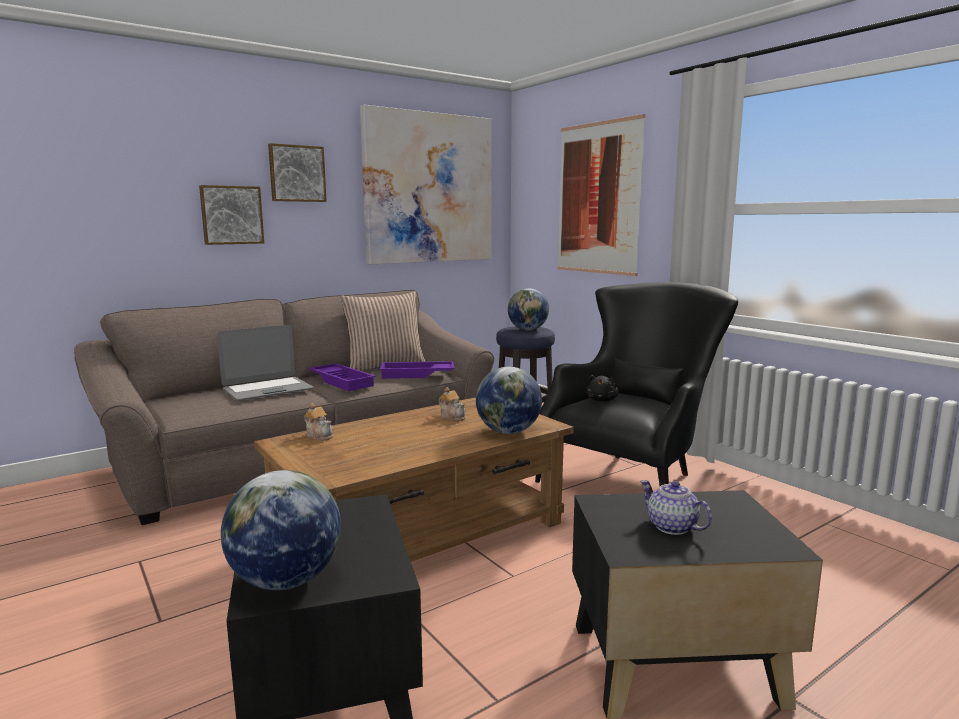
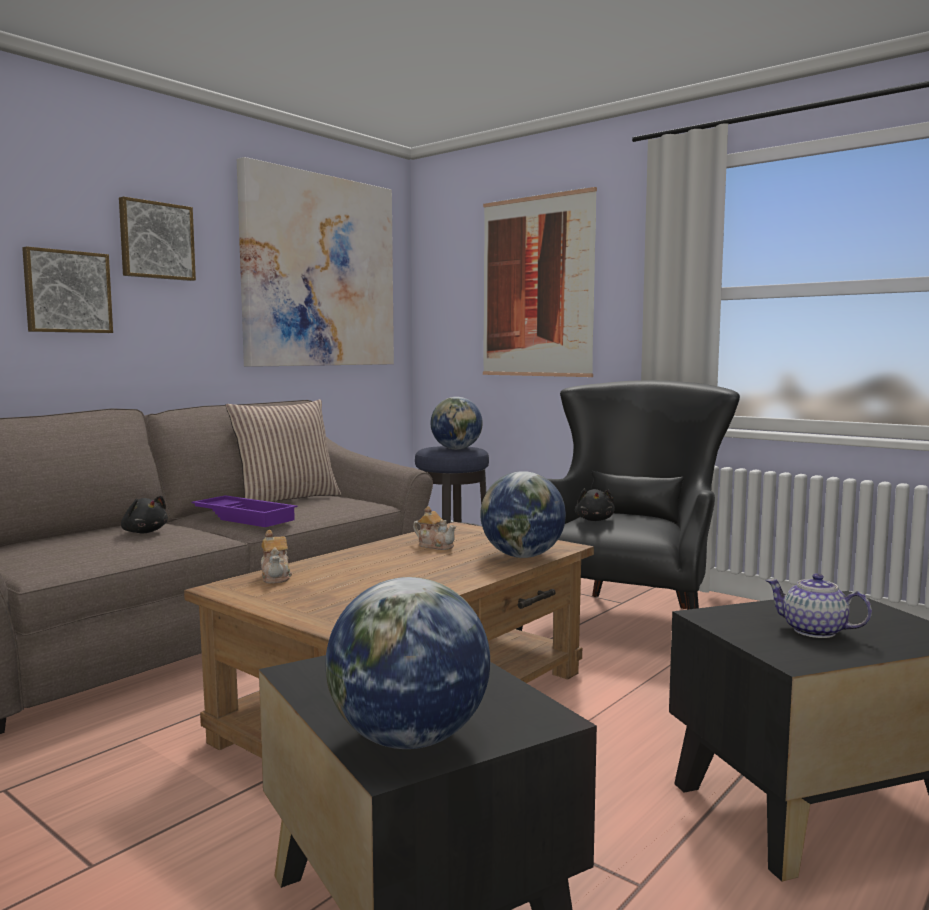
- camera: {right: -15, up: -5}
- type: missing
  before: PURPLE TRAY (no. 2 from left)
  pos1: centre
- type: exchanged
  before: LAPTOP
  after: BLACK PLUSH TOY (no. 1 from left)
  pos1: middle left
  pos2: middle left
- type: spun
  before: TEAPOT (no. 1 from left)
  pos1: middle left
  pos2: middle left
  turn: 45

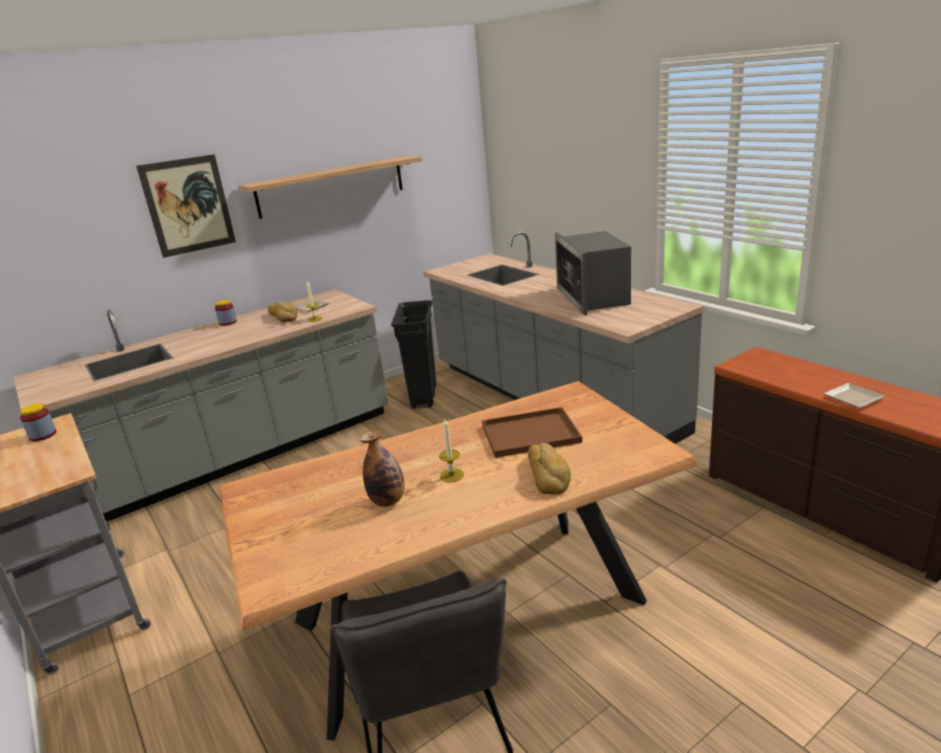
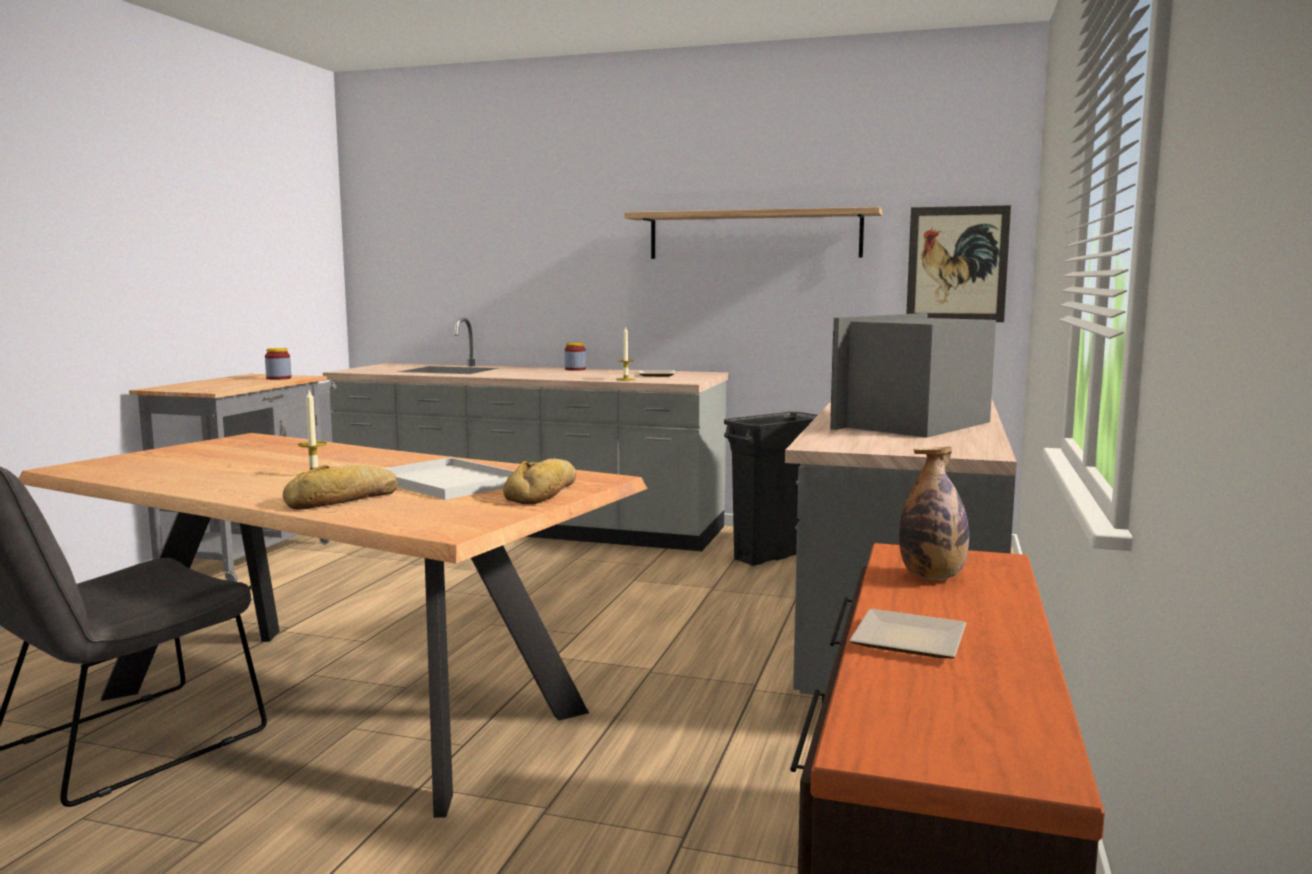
- camera: {right: 50, up: -15}
- type: relocated
  before: PICTURE
  pos1: top left
  pos2: top right
- type: relocated
  before: BREAD (no. 1 from left in the first image)
  after: BREAD (no. 2 from left)
  pos1: middle left
  pos2: centre
- type: relocated
  before: BOTTLE
  pos1: centre
  pos2: middle right
- type: colour
  before: BROWN TRAY
  after: WHITE TRAY
  pos1: centre
  pos2: centre

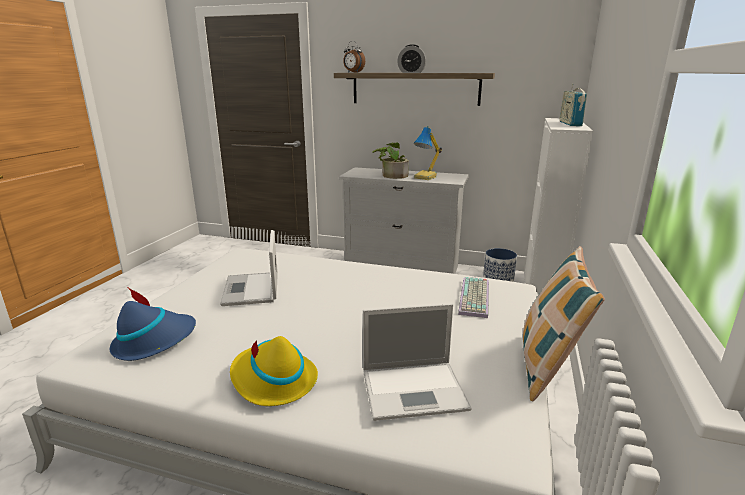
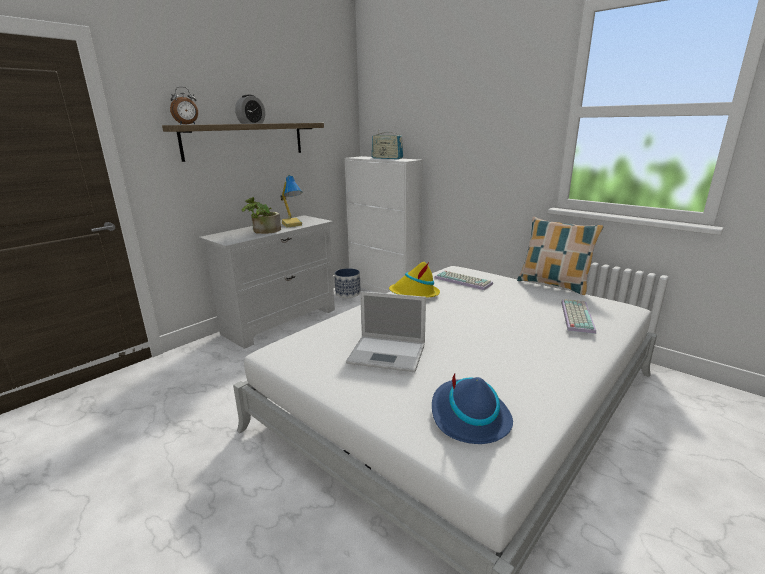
- camera: {right: -65, up: 0}
- type: relocated
  before: YELLOW HAT
  pos1: bottom centre
  pos2: centre
- type: exchanged
  before: LAPTOP (no. 2 from left)
  after: KEYBOARD (no. 2 from left)
  pos1: bottom centre
  pos2: middle right

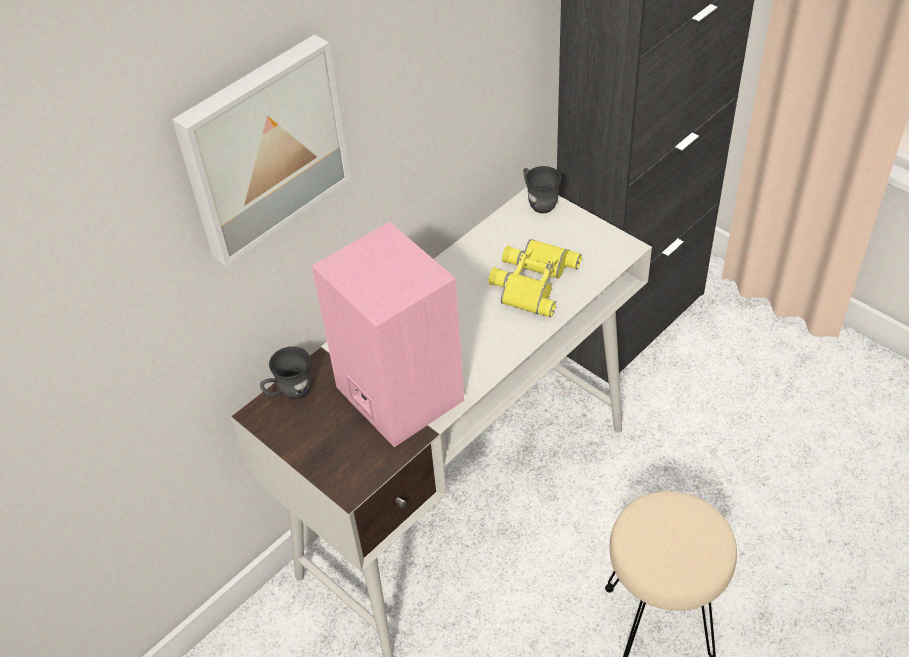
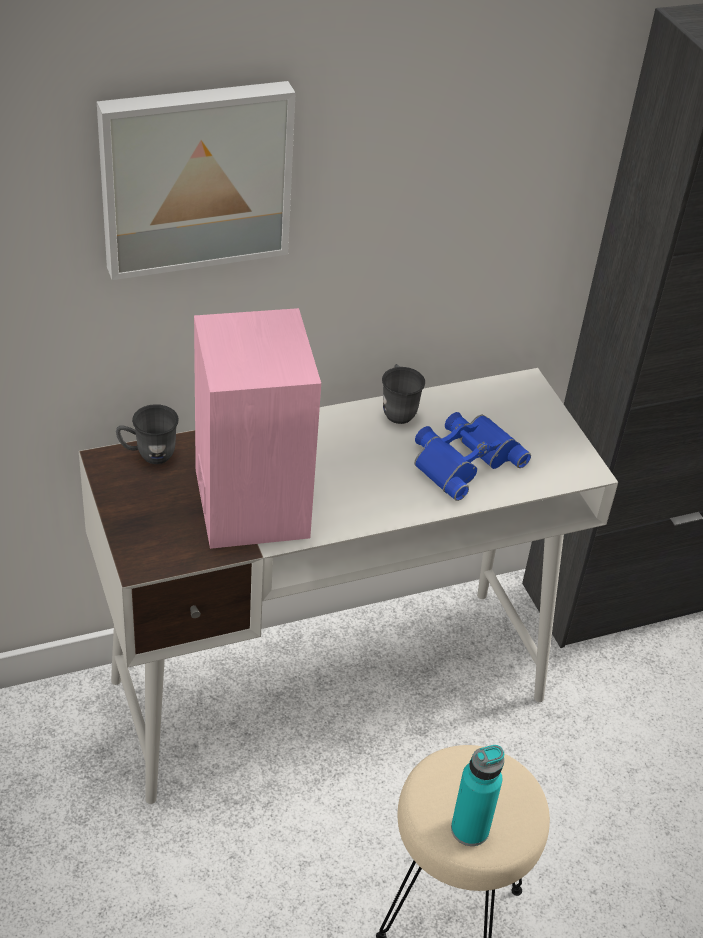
- camera: {right: 20, up: -5}
- type: appeared
  after: TURQUOISE BOTTLE
  pos2: bottom right
- type: relocated
  before: GREY MUG (no. 2 from left)
  pos1: top centre
  pos2: centre
- type: colour
  before: YELLOW BINOCULARS
  after: BLUE BINOCULARS
  pos1: centre
  pos2: middle right

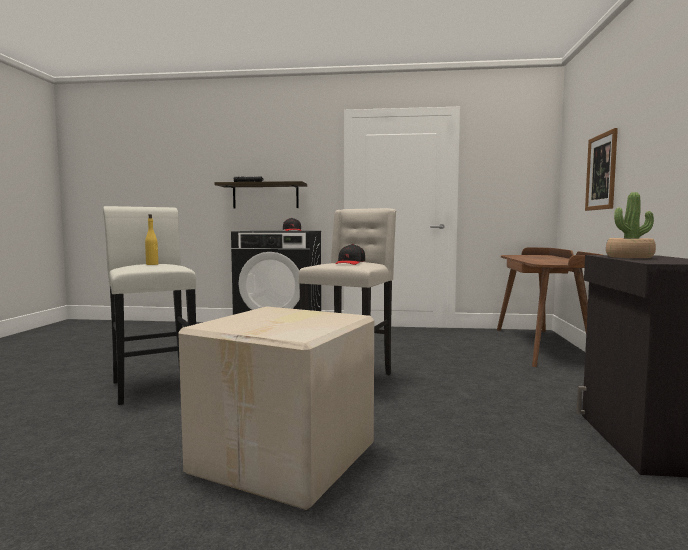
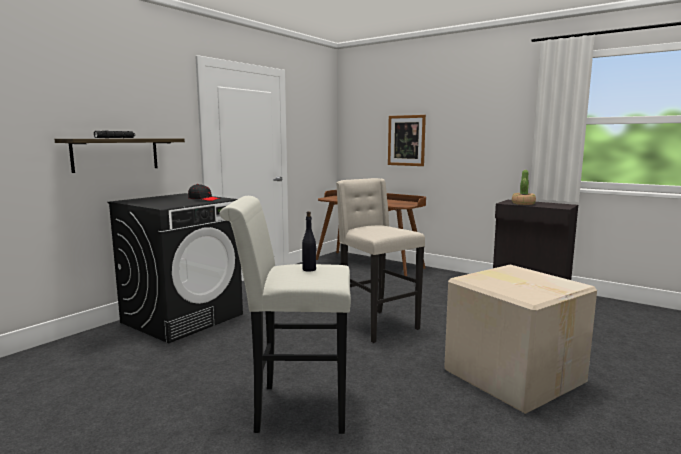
- camera: {right: -60, up: 5}
- type: missing
  before: BLACK CAP (no. 2 from left)
  pos1: centre
- type: colour
  before: YELLOW BOTTLE
  after: BLACK BOTTLE
  pos1: middle left
  pos2: centre

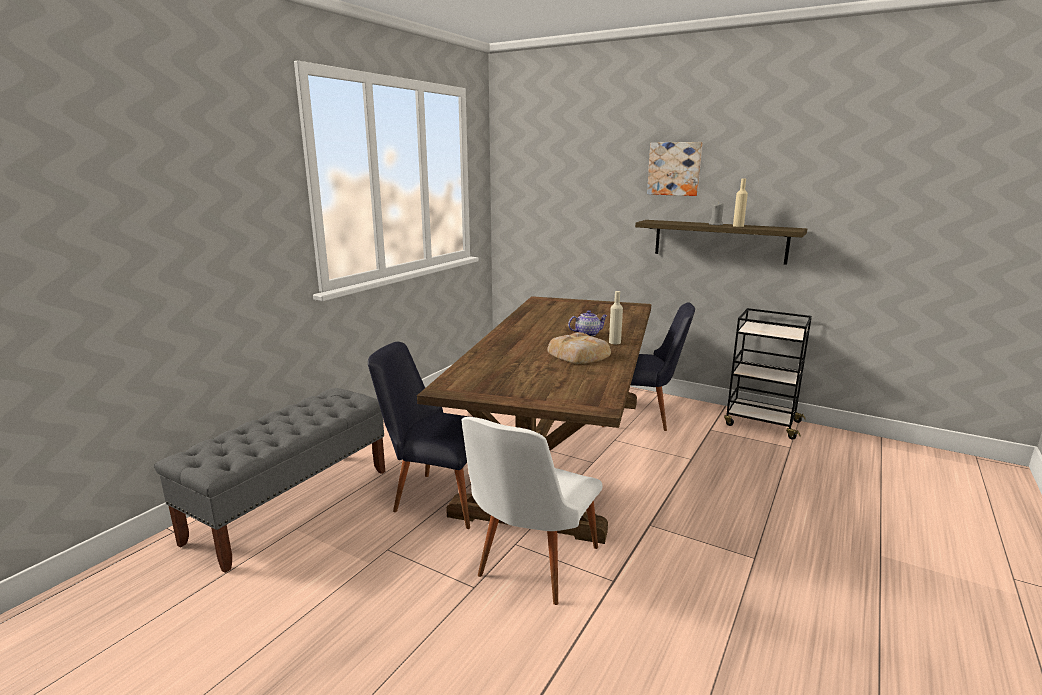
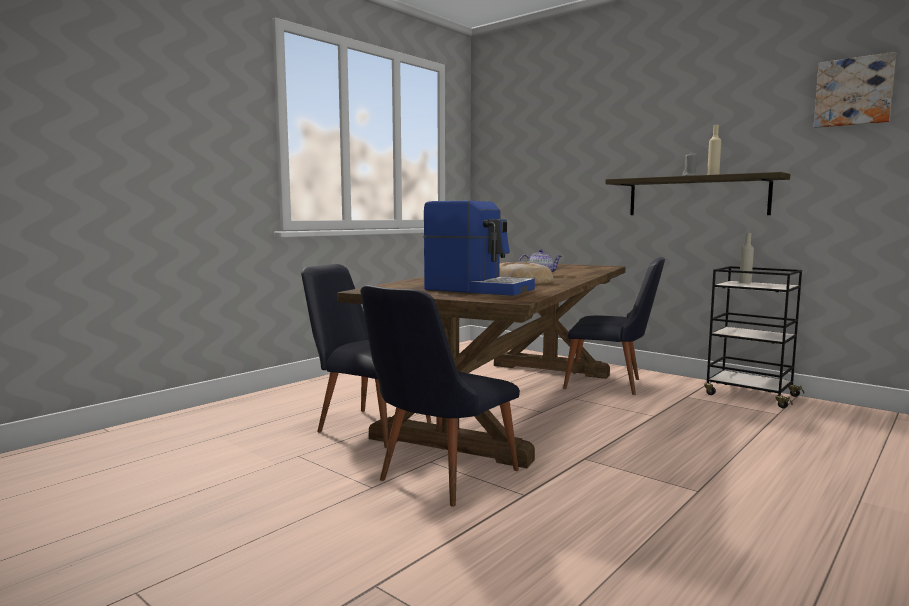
- camera: {right: 10, up: -10}
- type: missing
  before: GREY BENCH
  pos1: bottom left
- type: appeared
  after: COFFEE MACHINE
  pos2: centre
- type: relocated
  before: BEIGE BOTTLE (no. 1 from left in the first image)
  after: BEIGE BOTTLE (no. 2 from left)
  pos1: centre
  pos2: middle right
- type: relocated
  before: PICTURE
  pos1: top centre
  pos2: top right
- type: colour
  before: WHITE CHAIR
  after: BLACK CHAIR (no. 2 from left)
  pos1: bottom centre
  pos2: centre

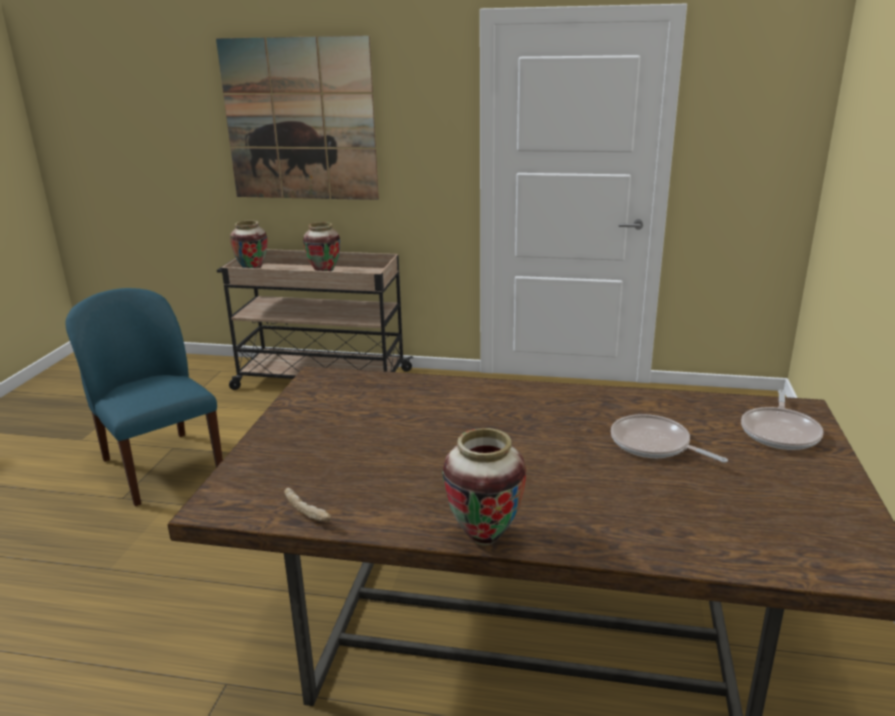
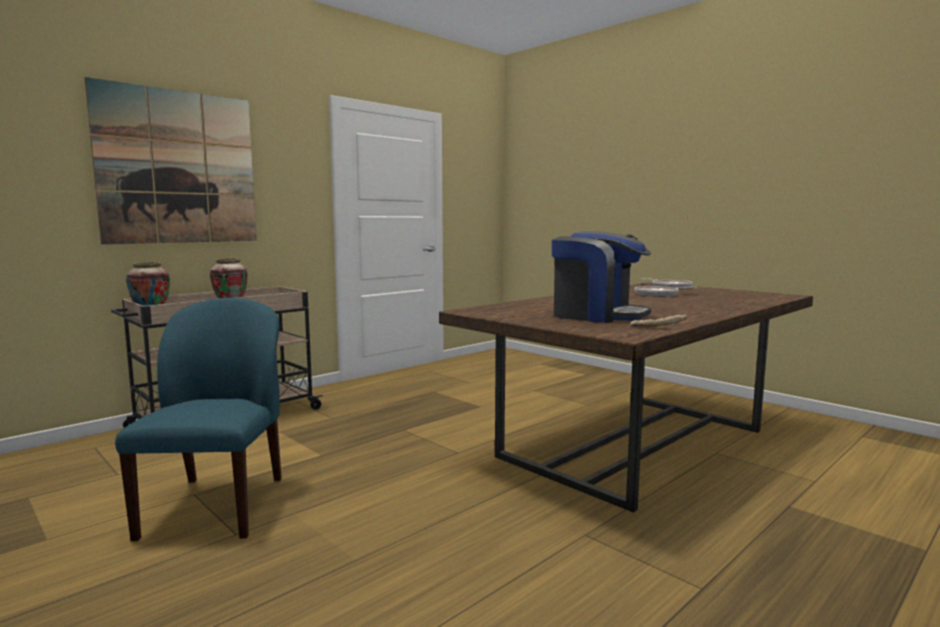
- camera: {right: -55, up: -15}
- type: missing
  before: VASE (no. 3 from left)
  pos1: bottom centre
- type: appeared
  after: COFFEE MACHINE
  pos2: centre
- type: spun
  before: BLUE CHAIR
  pos1: middle left
  pos2: bottom left
  turn: 90

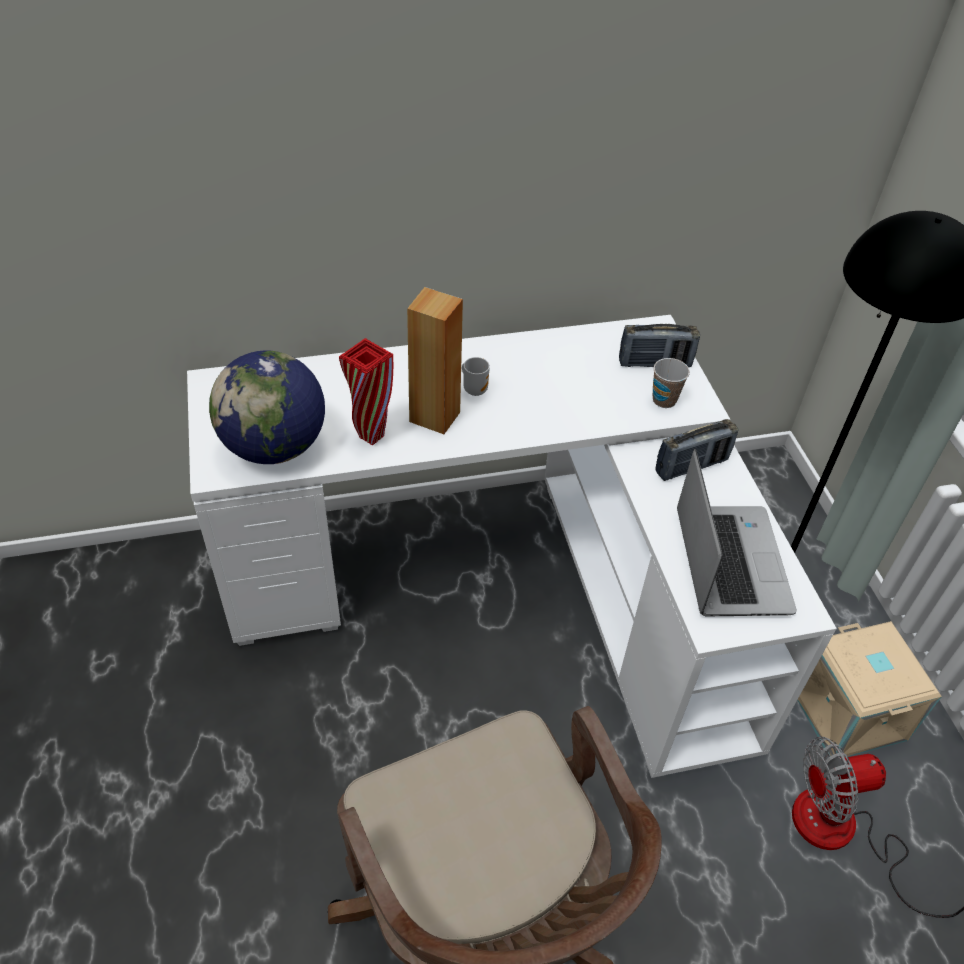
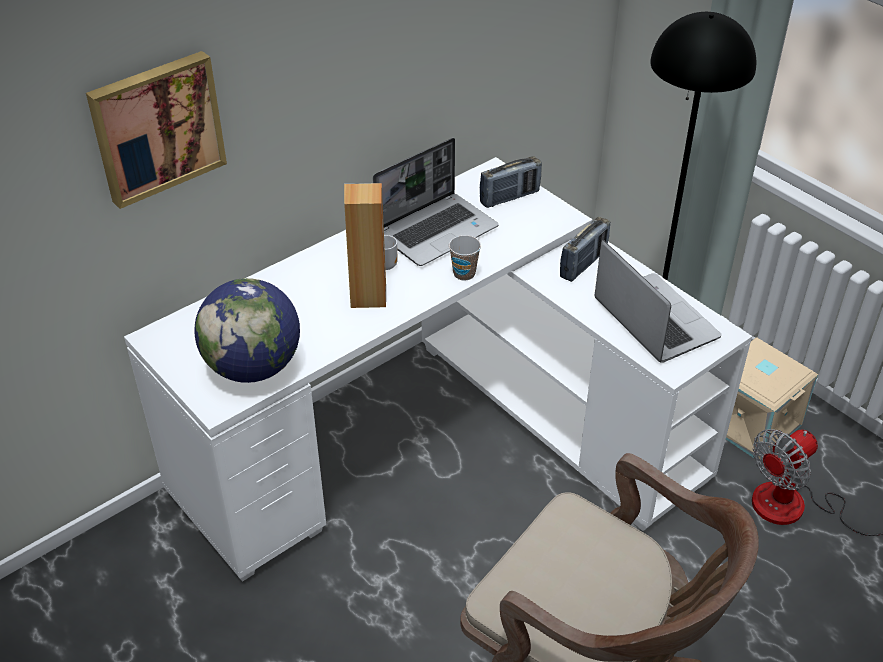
- camera: {right: -25, up: -5}
- type: missing
  before: RED VASE
  pos1: centre
- type: appeared
  after: PICTURE
  pos2: top left
- type: appeared
  after: LAPTOP (no. 1 from left)
  pos2: top centre
- type: relocated
  before: CUP
  pos1: middle right
  pos2: centre

